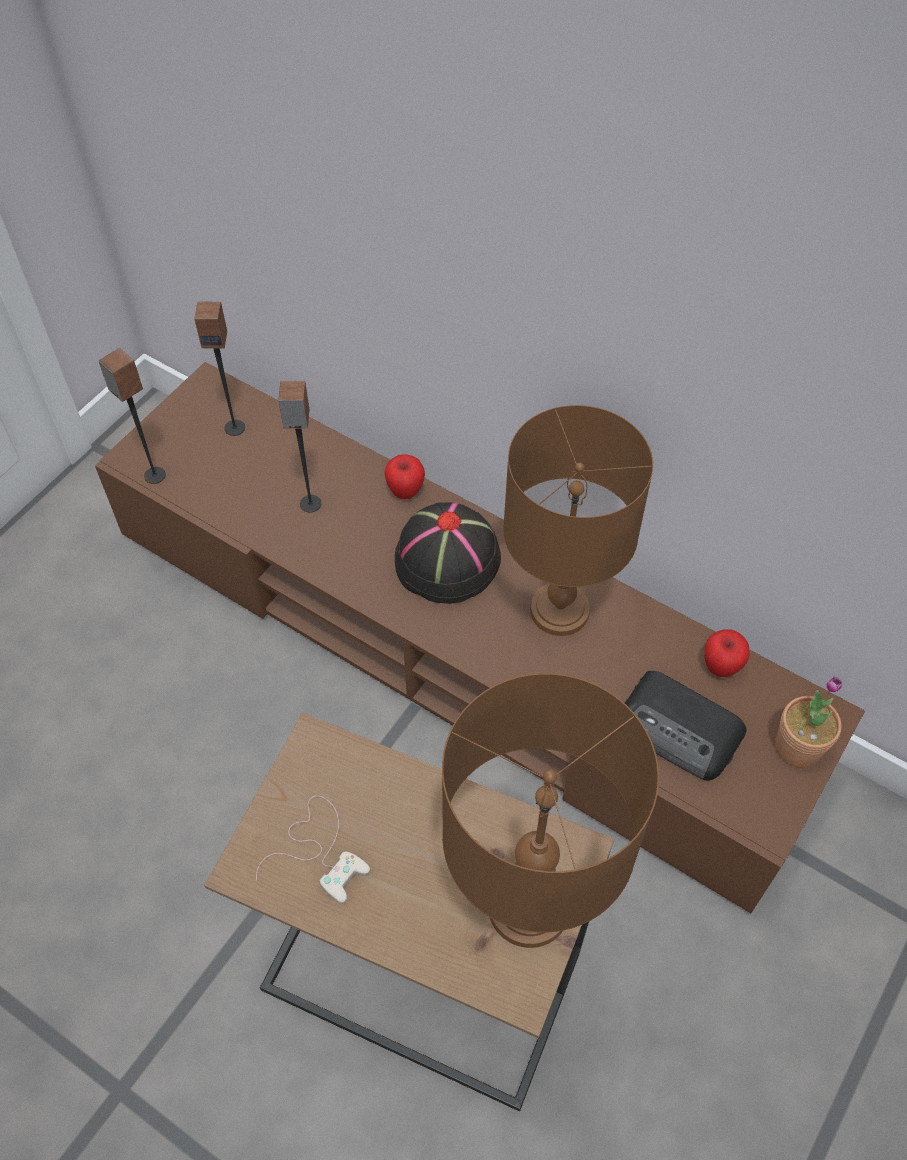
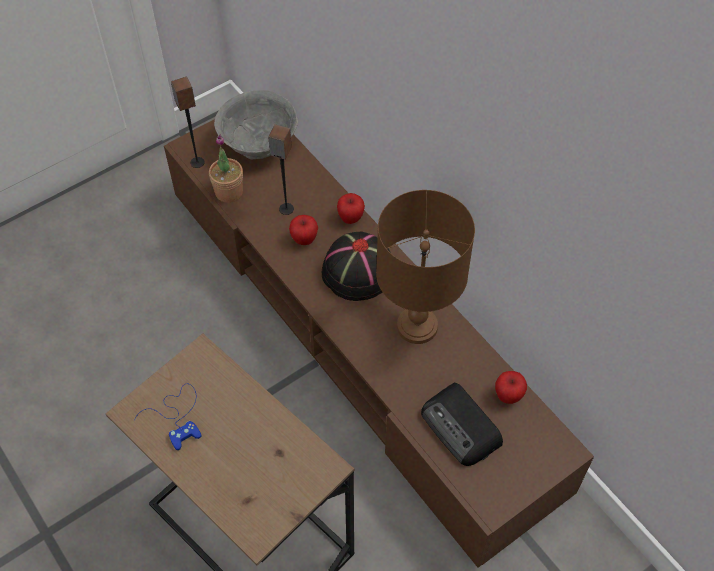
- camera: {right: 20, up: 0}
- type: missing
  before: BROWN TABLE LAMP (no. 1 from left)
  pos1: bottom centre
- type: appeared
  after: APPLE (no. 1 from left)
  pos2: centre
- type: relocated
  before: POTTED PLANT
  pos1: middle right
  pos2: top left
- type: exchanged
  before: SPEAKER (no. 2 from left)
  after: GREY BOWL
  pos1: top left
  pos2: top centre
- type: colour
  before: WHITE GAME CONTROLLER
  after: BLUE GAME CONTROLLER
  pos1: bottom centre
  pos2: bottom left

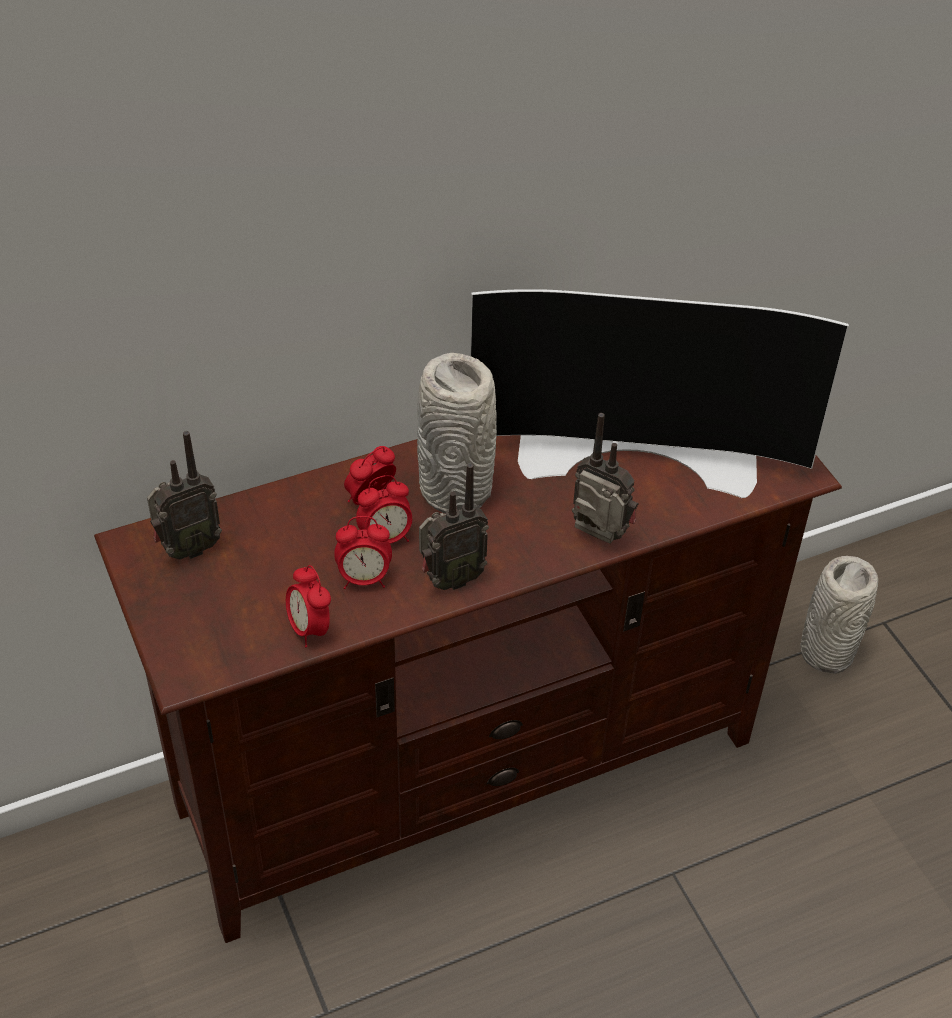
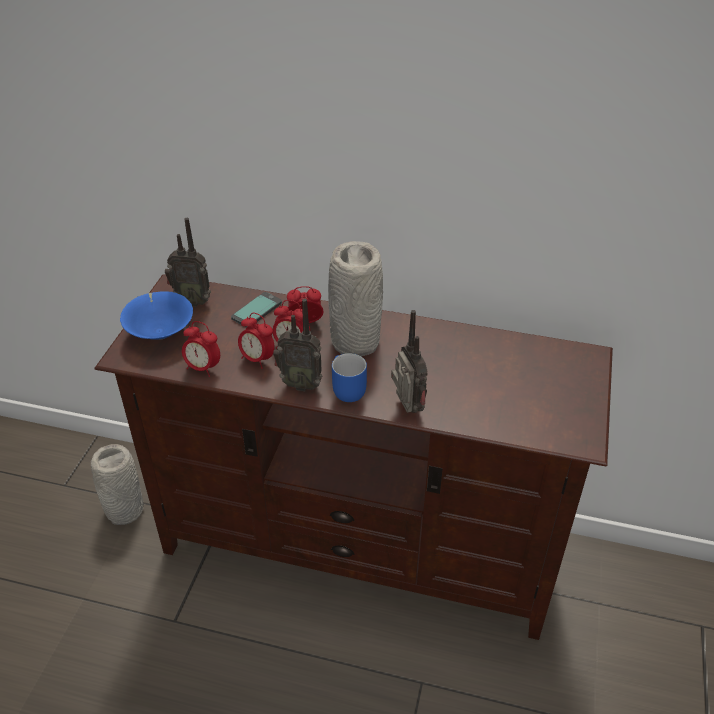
- camera: {right: 40, up: -5}
- type: missing
  before: TELEVISION
  pos1: middle right
- type: appeared
  after: BLUE BOWL
  pos2: middle left
- type: appeared
  after: PHONE
  pos2: centre
- type: appeared
  after: BLUE MUG
  pos2: centre
- type: relocated
  before: GREY VASE (no. 2 from left in the first image)
  after: GREY VASE (no. 1 from left)
  pos1: middle right
  pos2: bottom left
- type: spun
  before: ALARM CLOCK (no. 1 from left)
  pos1: middle left
  pos2: middle left
  turn: -75

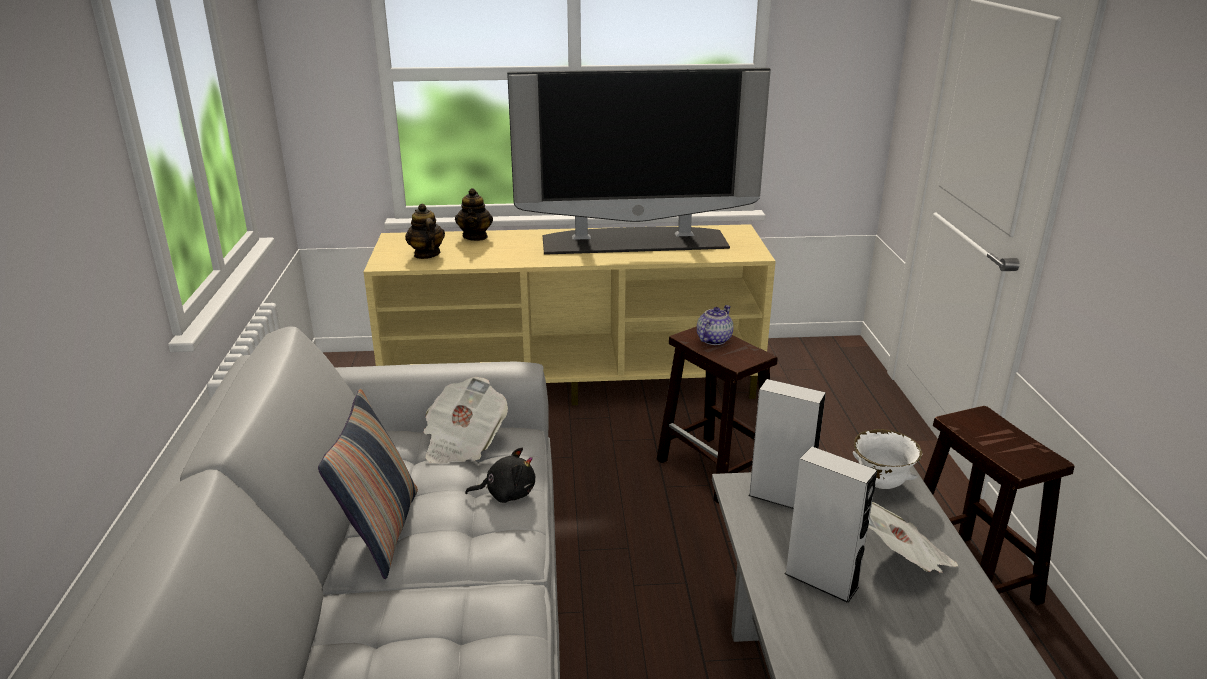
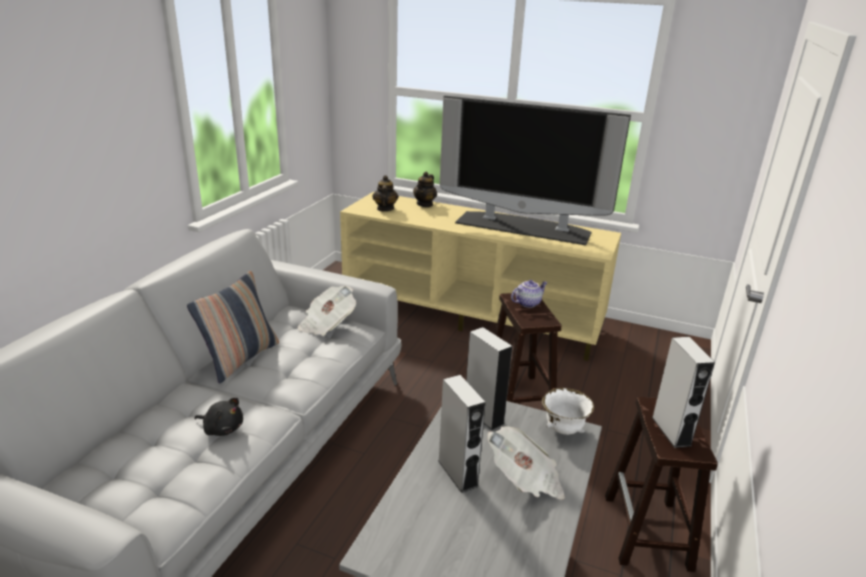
- camera: {right: 25, up: 0}
- type: appeared
  after: GREY SPEAKER (no. 3 from left)
  pos2: bottom right
- type: relocated
  before: BLACK PLUSH TOY
  pos1: bottom centre
  pos2: bottom left

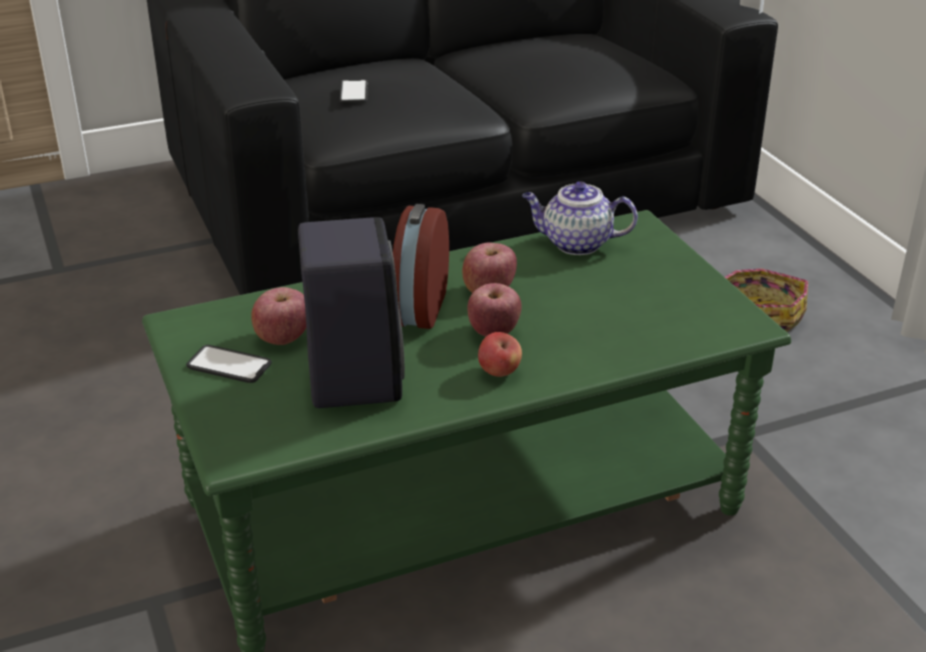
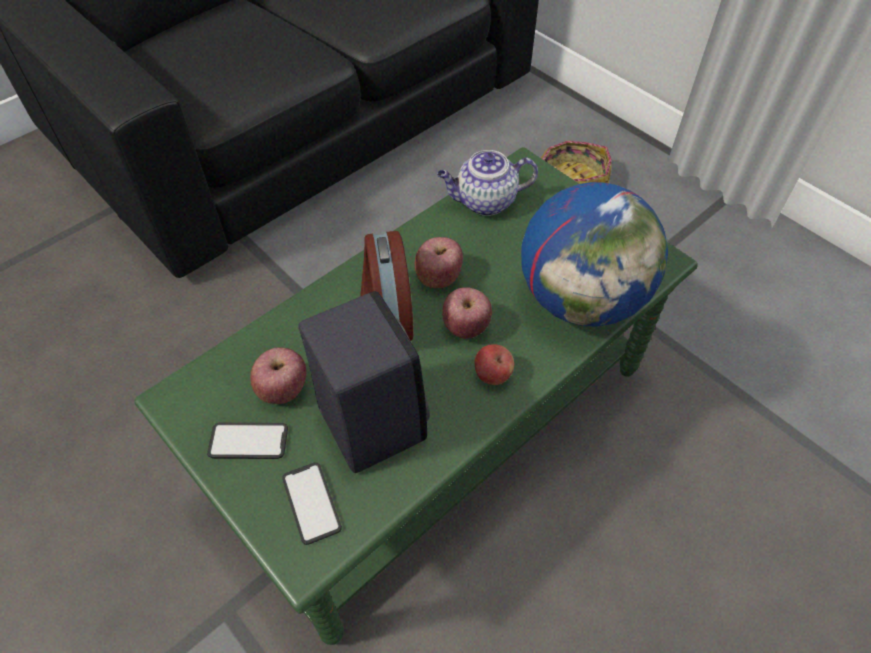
- camera: {right: -20, up: 20}
- type: appeared
  after: GLOBE
  pos2: middle right
- type: relocated
  before: PHONE (no. 2 from left)
  pos1: top centre
  pos2: bottom centre

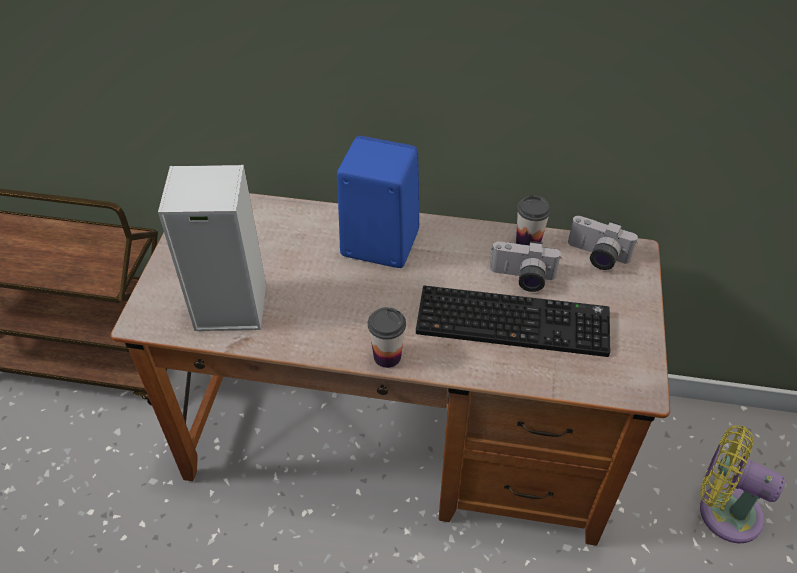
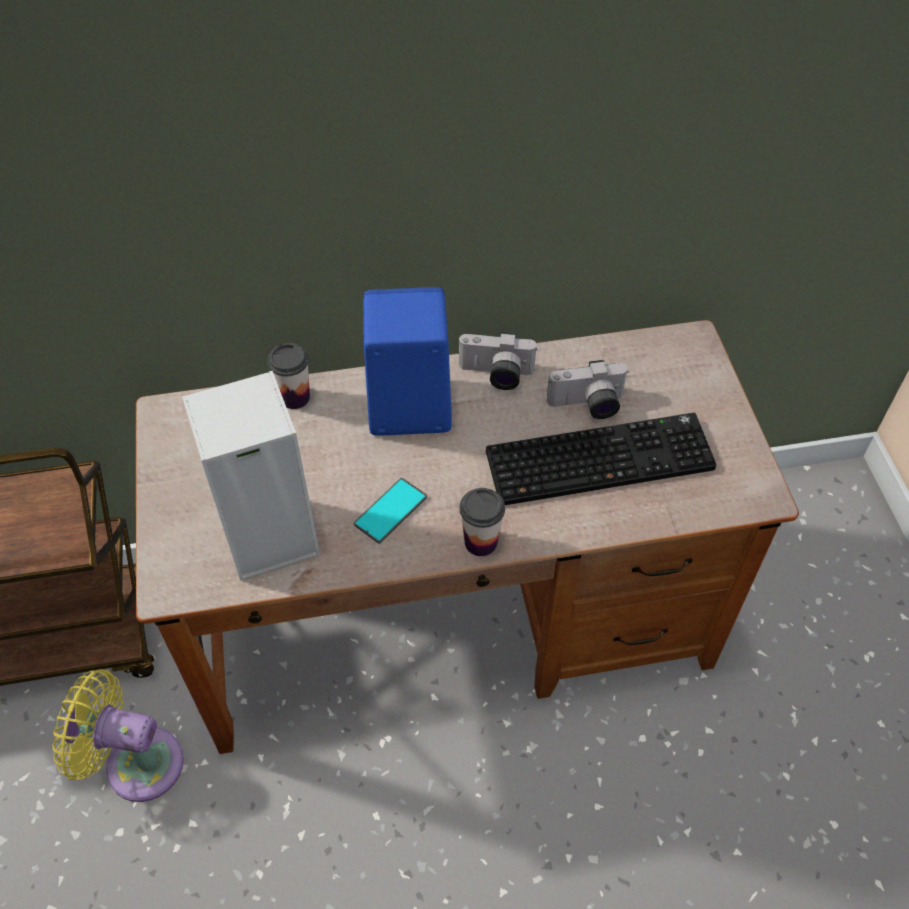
- camera: {right: -20, up: 5}
- type: appeared
  after: PHONE
  pos2: centre
- type: relocated
  before: CUP (no. 2 from left in the first image)
  after: CUP (no. 1 from left)
  pos1: middle right
  pos2: middle left
- type: relocated
  before: PHOTO CAMERA (no. 2 from left in the first image)
  after: PHOTO CAMERA (no. 1 from left)
  pos1: middle right
  pos2: centre
- type: relocated
  before: YELLOW FAN
  pos1: bottom right
  pos2: bottom left

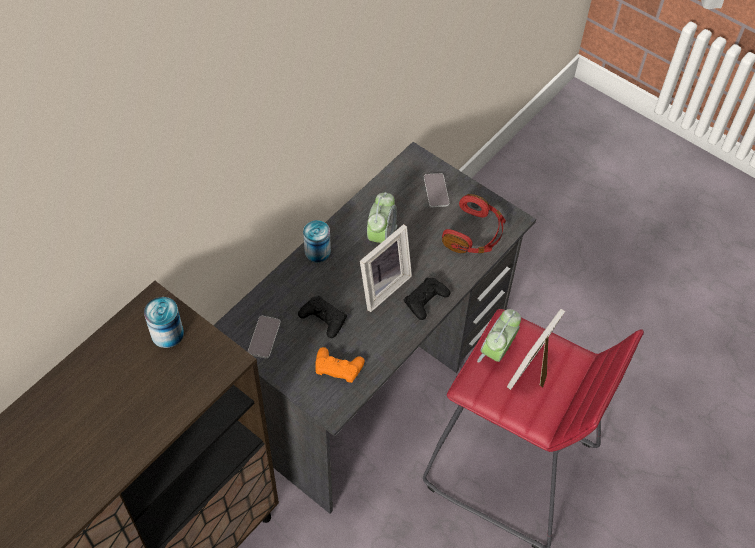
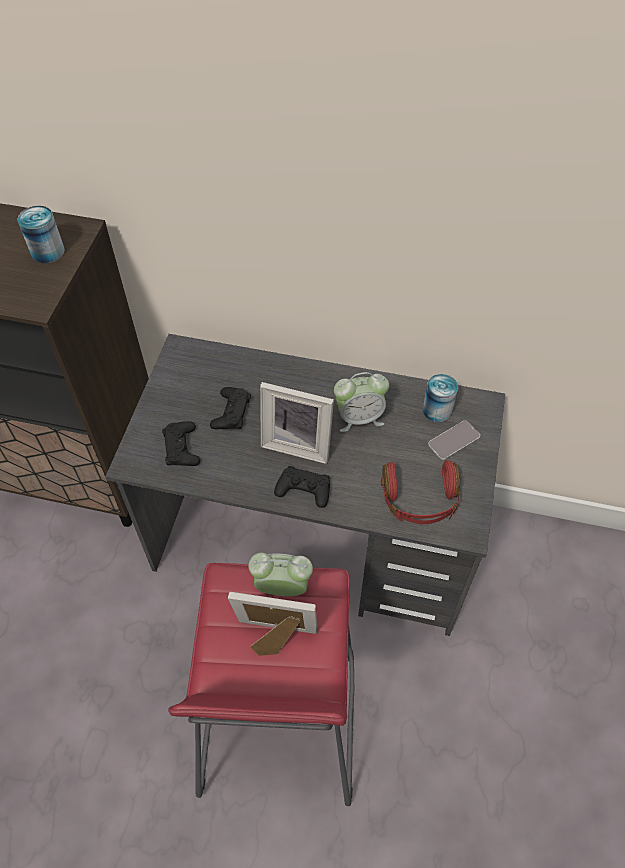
- camera: {right: 65, up: 0}
- type: missing
  before: PHONE (no. 1 from left)
  pos1: centre
- type: relocated
  before: CAN (no. 2 from left)
  pos1: centre
  pos2: middle right
- type: colour
  before: ORANGE GAME CONTROLLER
  after: BLACK GAME CONTROLLER (no. 1 from left)
  pos1: centre
  pos2: middle left

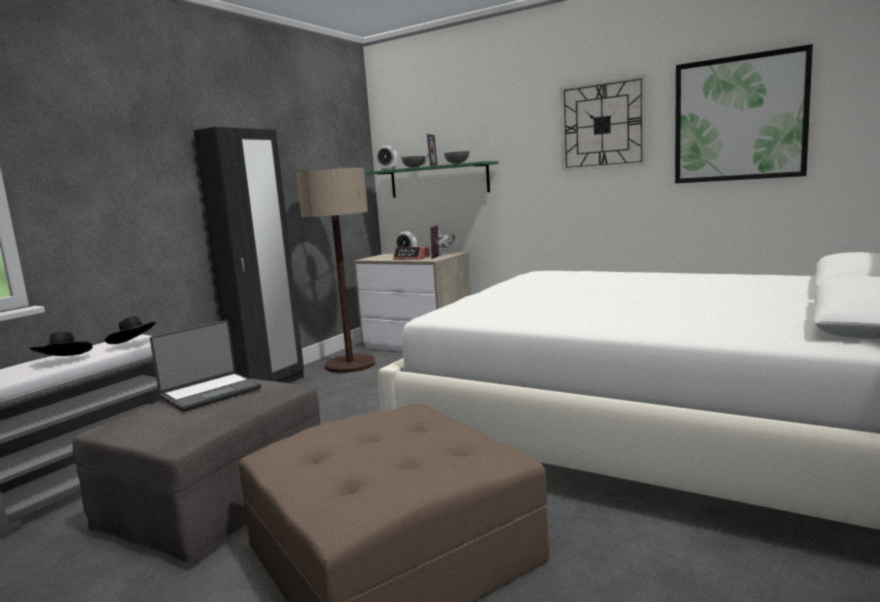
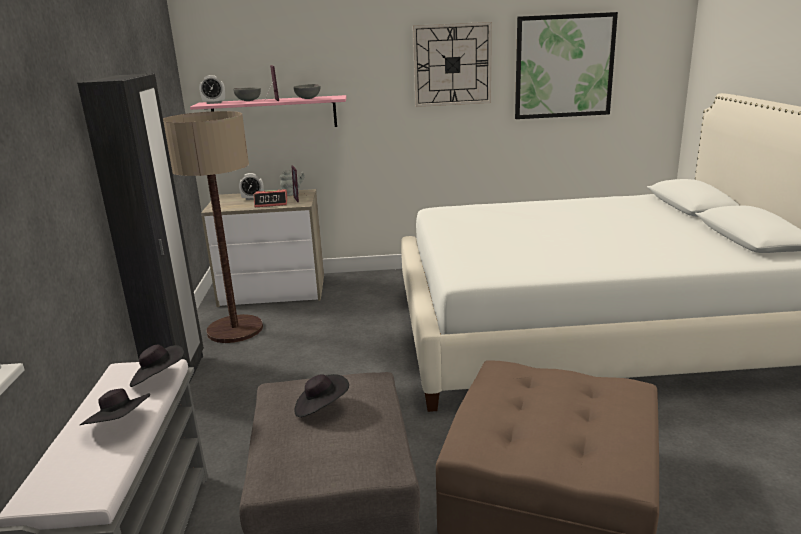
- camera: {right: -35, up: 10}
- type: exchanged
  before: LAPTOP
  after: BLACK HAT (no. 3 from left)
  pos1: middle left
  pos2: bottom centre
- type: colour
  before: GREEN SHELF
  after: PINK SHELF
  pos1: top centre
  pos2: top centre

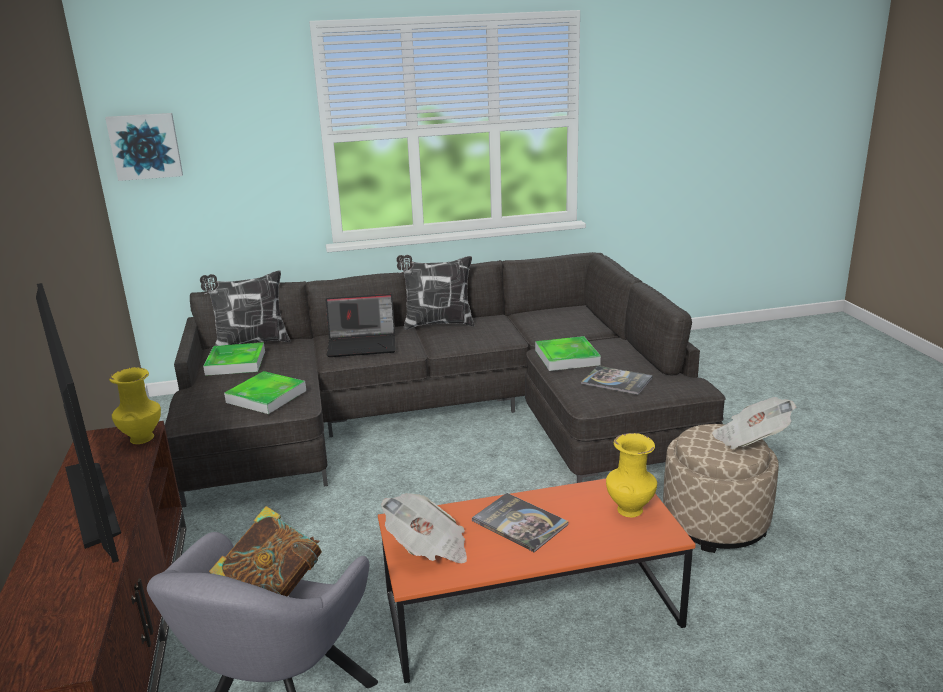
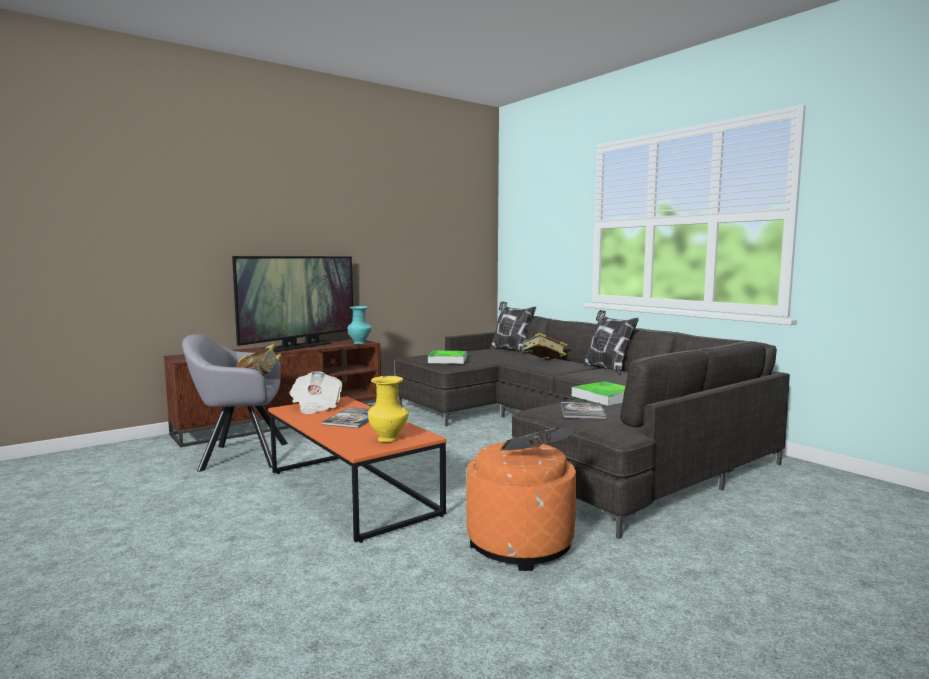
- camera: {right: 65, up: -15}
- type: missing
  before: PICTURE
  pos1: top left
- type: missing
  before: TRAY (no. 1 from left)
  pos1: middle left
- type: exchanged
  before: LAPTOP
  after: BOOK (no. 3 from left)
  pos1: centre
  pos2: centre
- type: colour
  before: YELLOW VASE (no. 1 from left)
  after: TURQUOISE VASE
  pos1: middle left
  pos2: centre
- type: colour
  before: BEIGE OTTOMAN
  after: ORANGE OTTOMAN
  pos1: bottom right
  pos2: bottom centre

